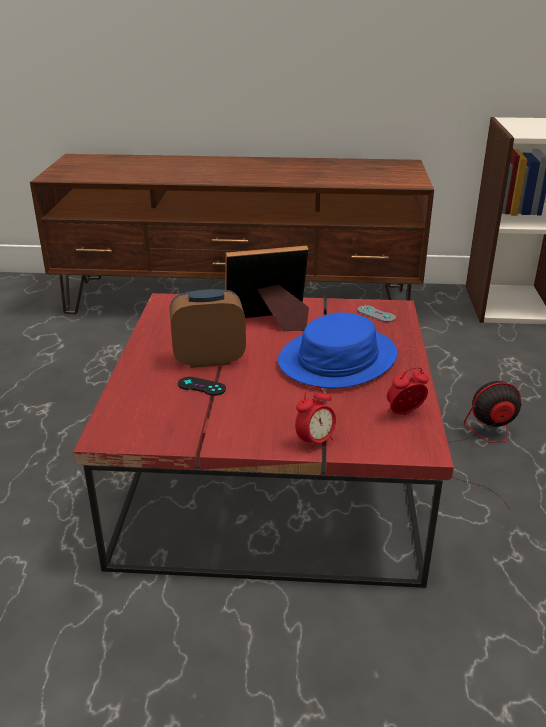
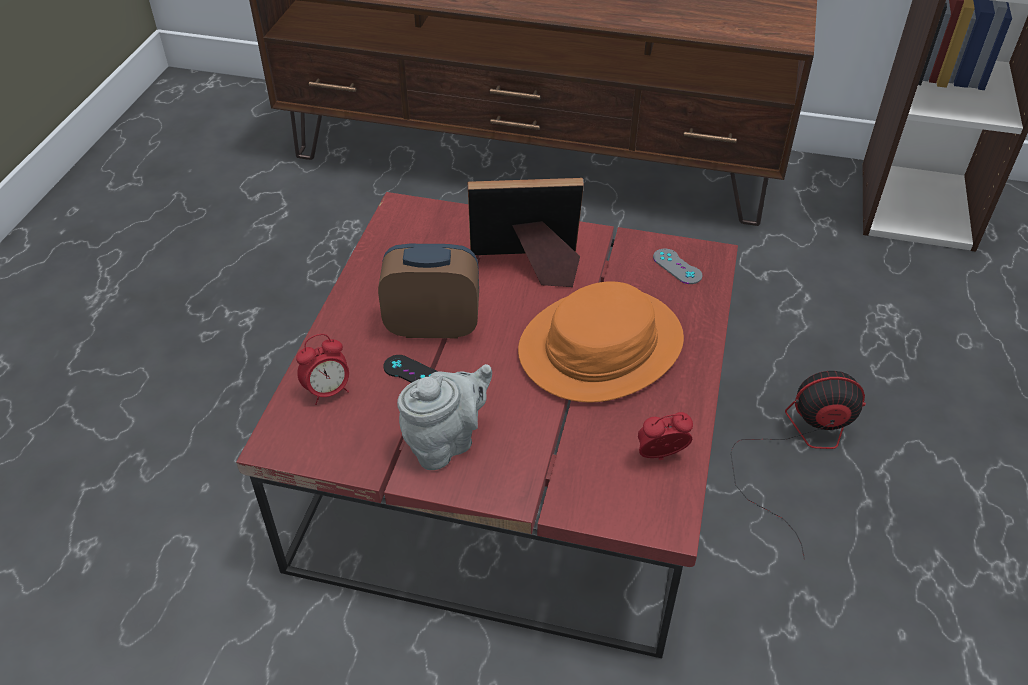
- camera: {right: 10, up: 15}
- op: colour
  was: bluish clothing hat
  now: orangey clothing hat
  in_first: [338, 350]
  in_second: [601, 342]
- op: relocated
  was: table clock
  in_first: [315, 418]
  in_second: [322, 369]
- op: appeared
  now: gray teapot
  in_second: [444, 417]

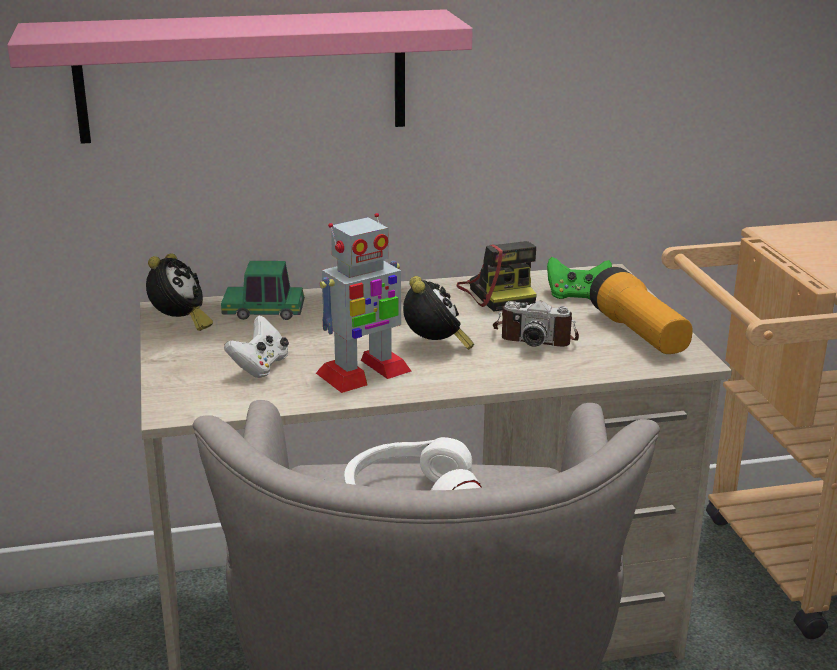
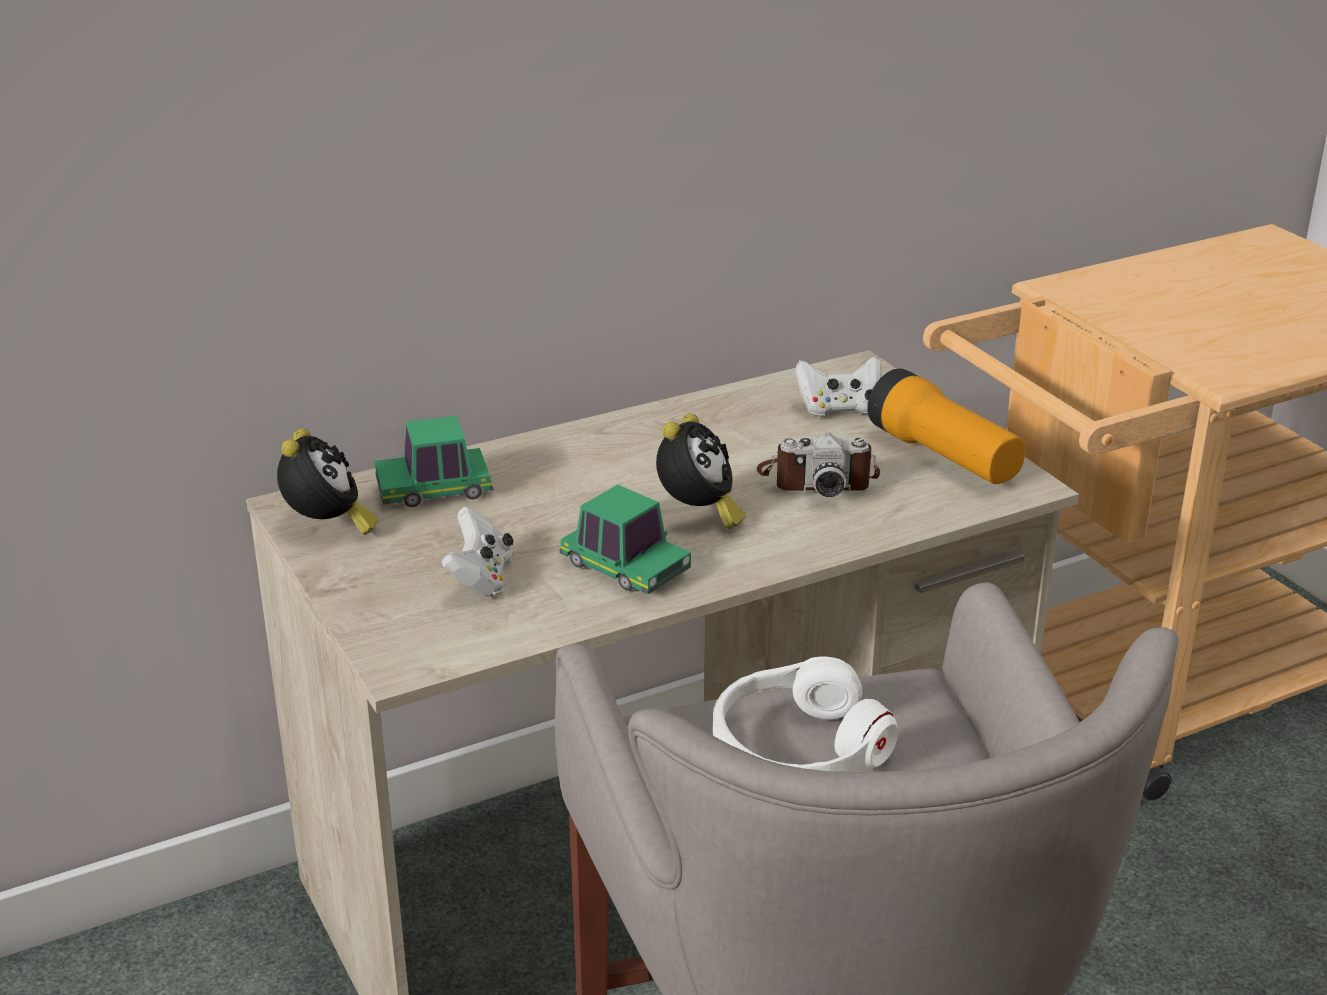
- camera: {right: -15, up: 5}
- op: missing
  was: pinkish bracket shelf
  in_first: [240, 76]
- op: exchanged
  was: model robot
  now: model car
  in_first: [364, 303]
  in_second: [625, 540]
- op: spun
  was: table clock
  in_first: [438, 313]
  in_second: [701, 471]
  clockwise: 45
- op: missing
  was: photo camera
  in_first: [496, 276]
- op: colour
  was: green-coloured game controller
  now: whitish game controller
  in_first: [579, 278]
  in_second: [839, 386]

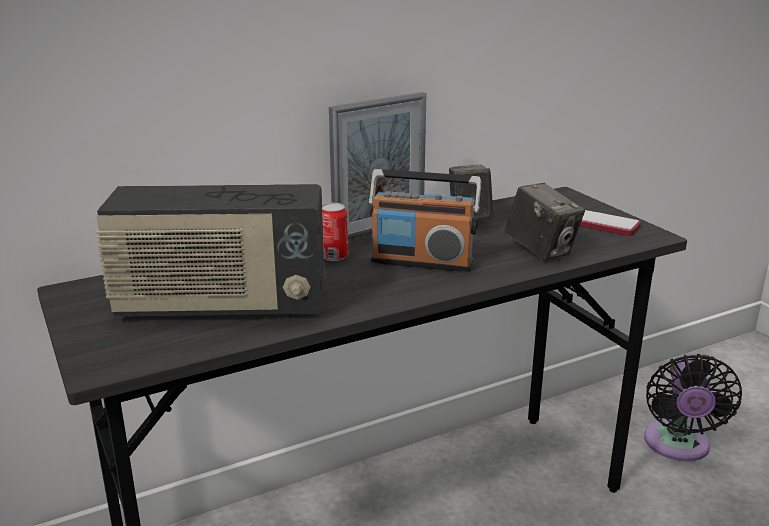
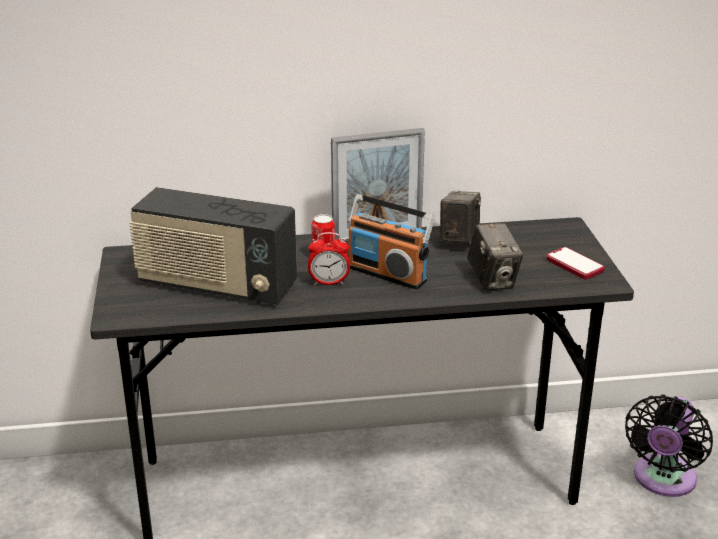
- camera: {right: 20, up: 5}
- op: appeared
  now: table clock
  in_second: [329, 258]

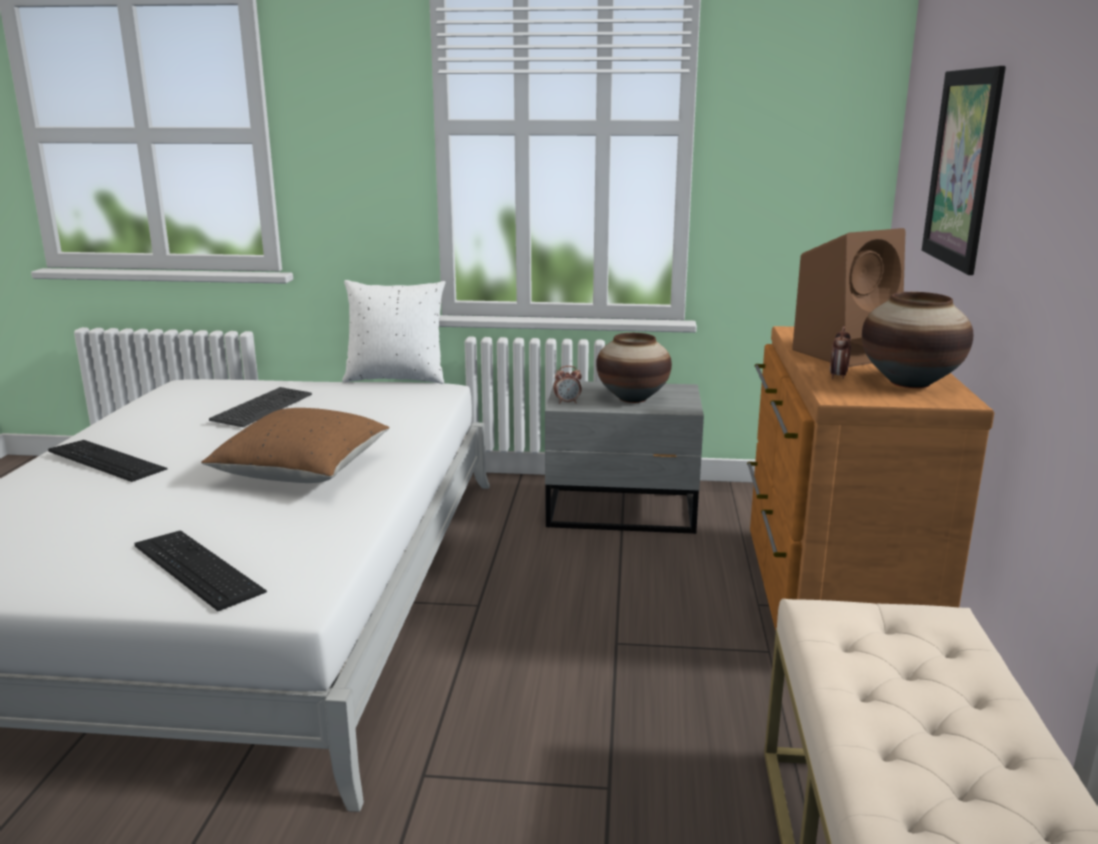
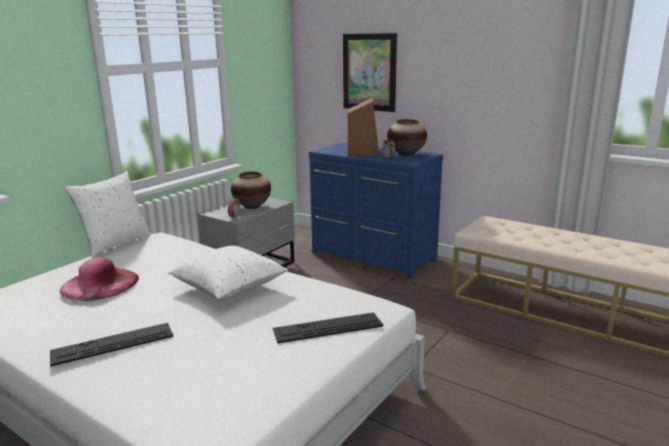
- camera: {right: -60, up: 0}
- op: colour
  was: brown pillow
  now: whitish pillow
  in_first: [295, 445]
  in_second: [228, 273]
- op: exchanged
  was: computer keyboard
  now: pinkish clothing hat
  in_first: [260, 407]
  in_second: [99, 279]
- op: colour
  was: brown drawer chest
  now: bluish drawer chest
  in_first: [871, 478]
  in_second: [376, 210]

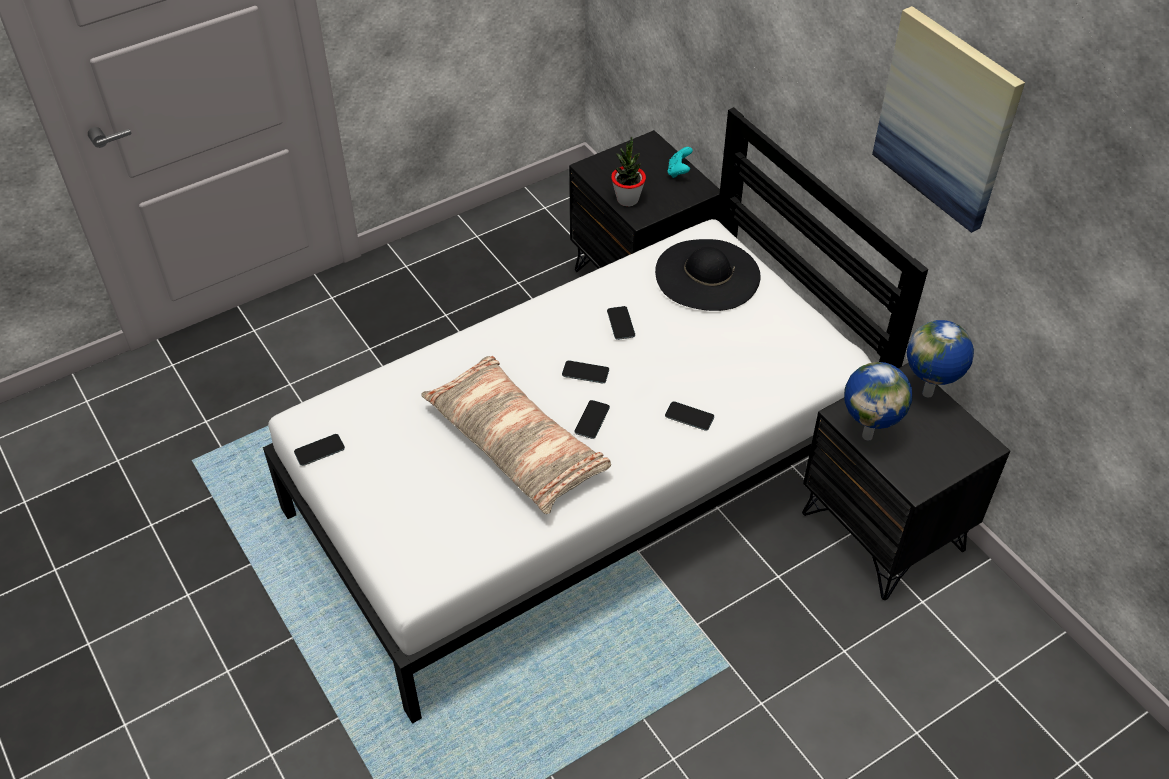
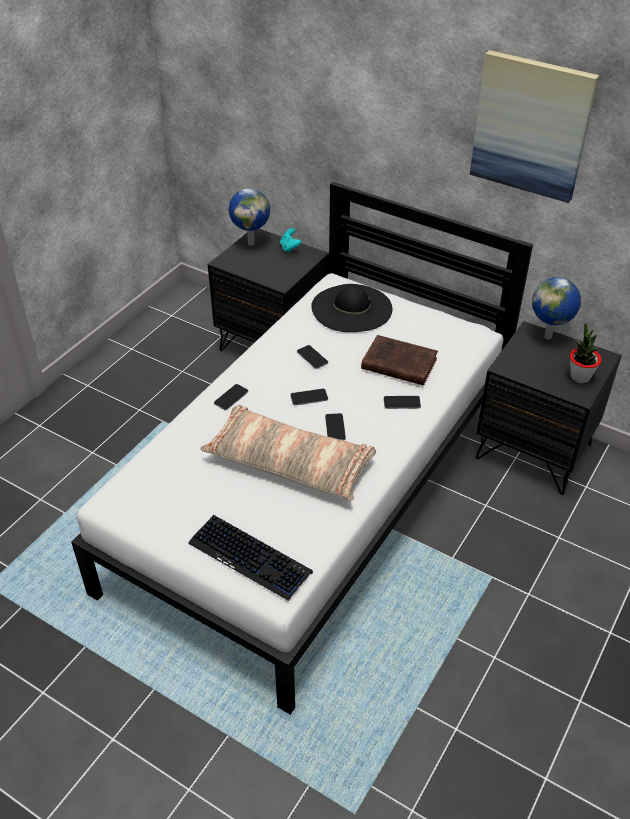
- camera: {right: -25, up: -5}
- op: relocated
  was: telephone
  in_first: [319, 450]
  in_second: [231, 397]
- op: relocated
  was: houseplant
  in_first: [628, 172]
  in_second: [586, 352]
- op: relocated
  was: desk globe
  in_first: [878, 401]
  in_second: [249, 217]
- op: appeared
  now: computer keyboard
  in_second: [250, 558]
- op: appeared
  now: brown volume
  in_second: [399, 360]

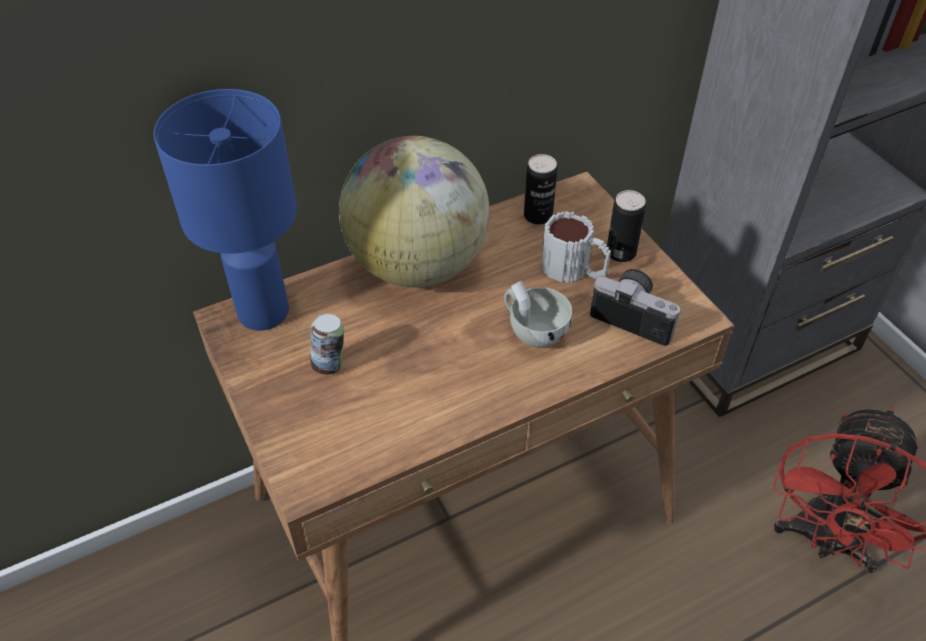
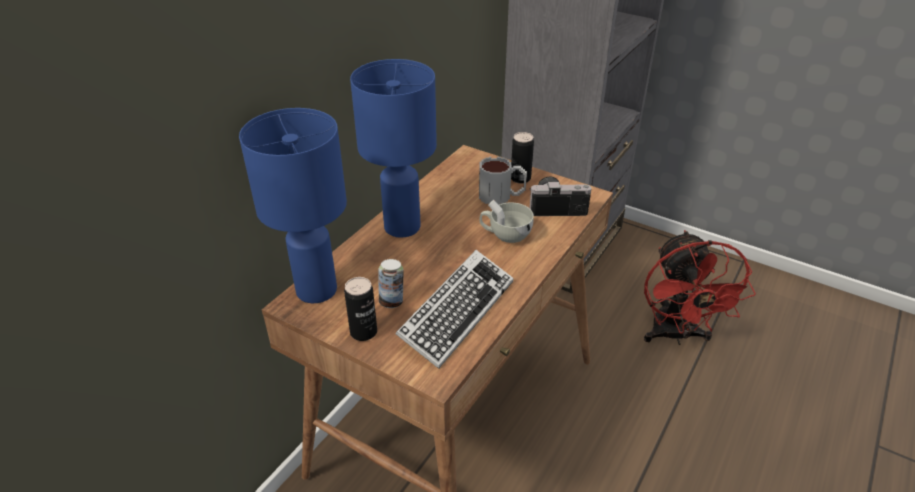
- camera: {right: -30, up: -10}
- op: exchanged
  was: desk globe
  now: bluish lamp for a table
  in_first: [414, 211]
  in_second: [393, 148]
- op: relocated
  was: metal can
  in_first: [540, 189]
  in_second: [360, 309]
- op: appeared
  now: computer keyboard
  in_second: [455, 309]

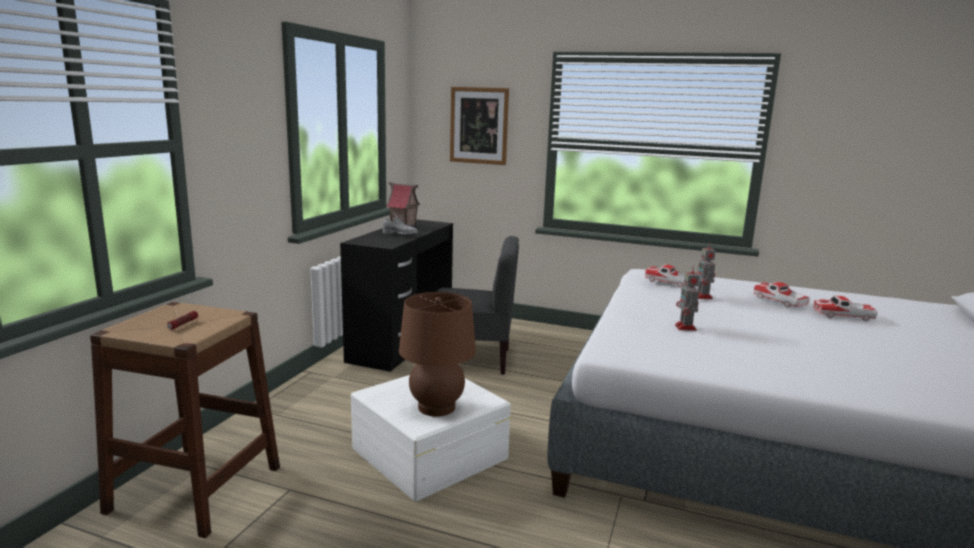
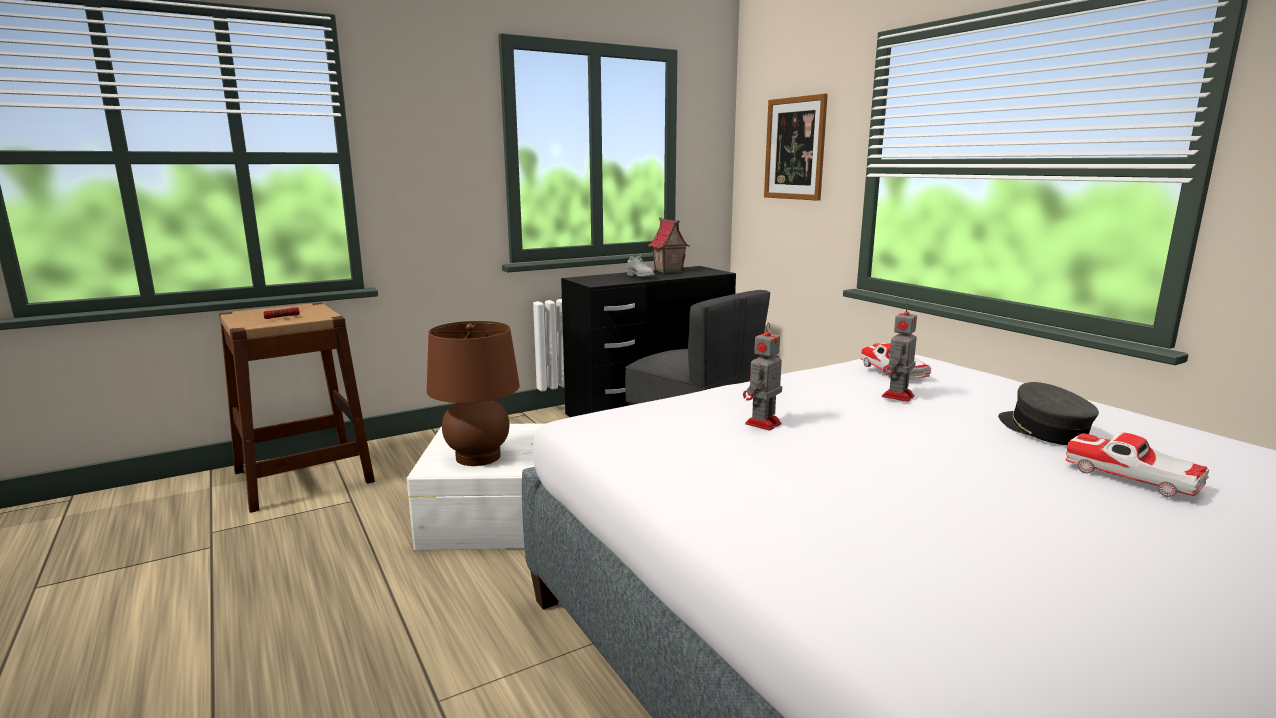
- camera: {right: 40, up: 0}
- op: exchanged
  was: model car
  now: gray peaked cap
  in_first: [781, 295]
  in_second: [1048, 413]

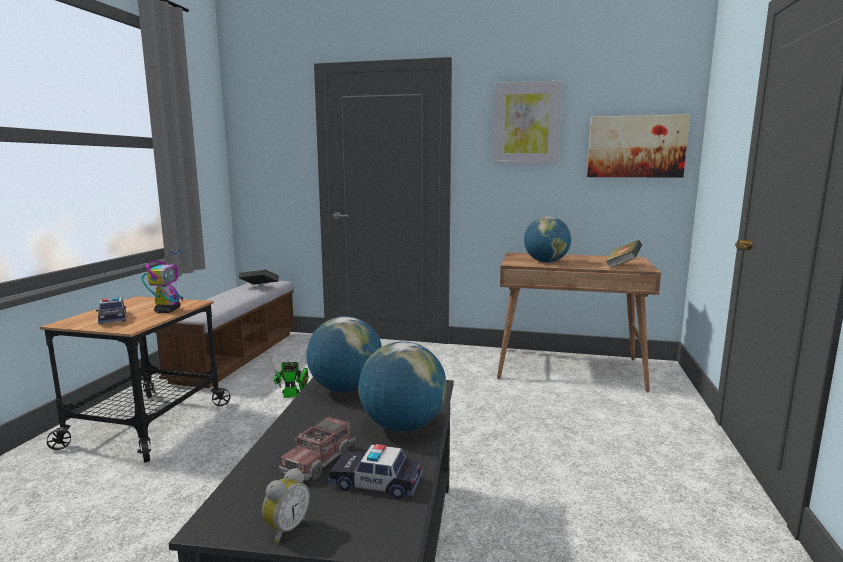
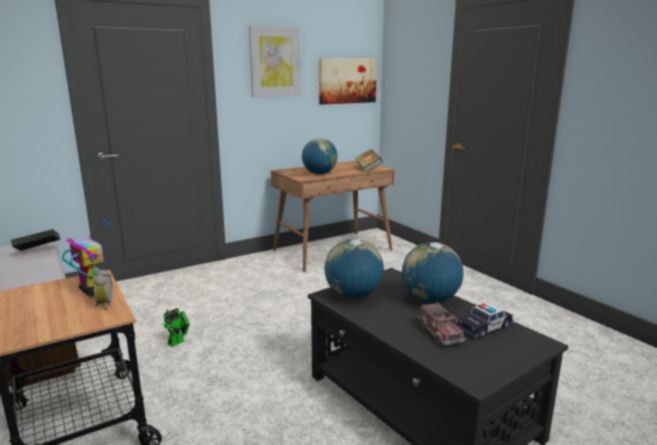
- camera: {right: -45, up: 5}
- op: missing
  was: model car
  in_first: [111, 310]
- op: relocated
  was: table clock
  in_first: [286, 505]
  in_second: [103, 290]

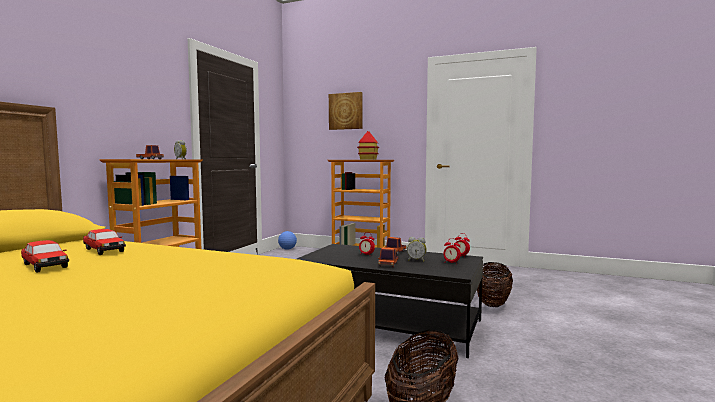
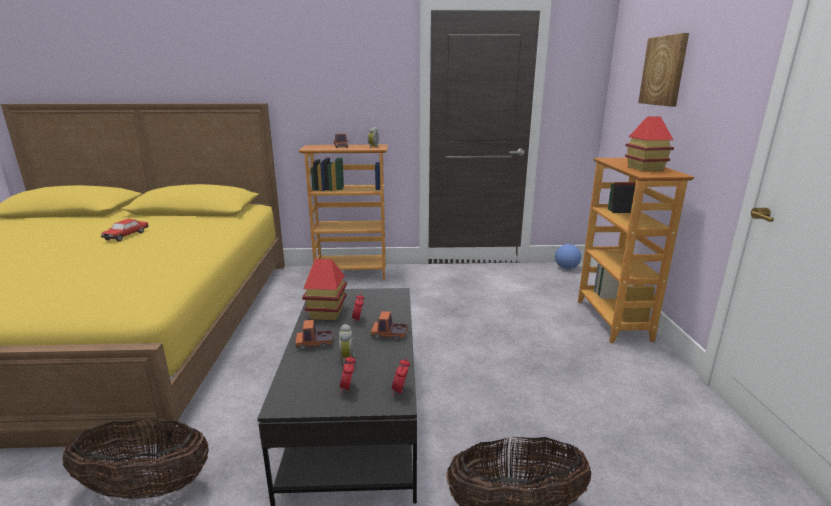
- camera: {right: 65, up: 15}
- op: missing
  was: model car
  in_first: [104, 242]
- op: appeared
  now: model house
  in_second: [324, 289]

